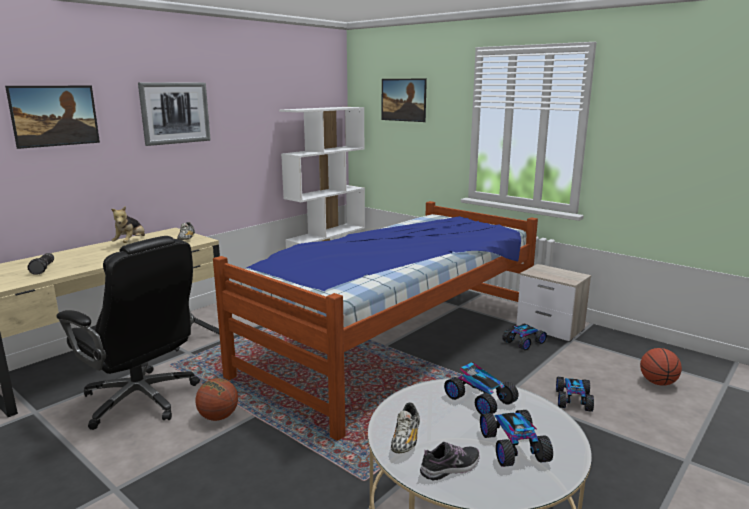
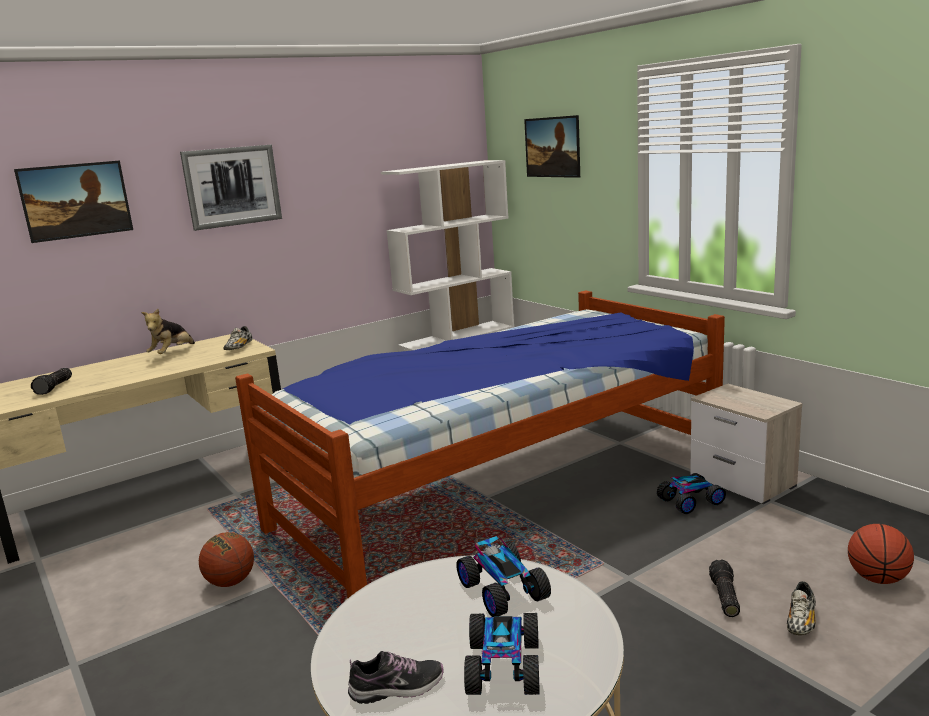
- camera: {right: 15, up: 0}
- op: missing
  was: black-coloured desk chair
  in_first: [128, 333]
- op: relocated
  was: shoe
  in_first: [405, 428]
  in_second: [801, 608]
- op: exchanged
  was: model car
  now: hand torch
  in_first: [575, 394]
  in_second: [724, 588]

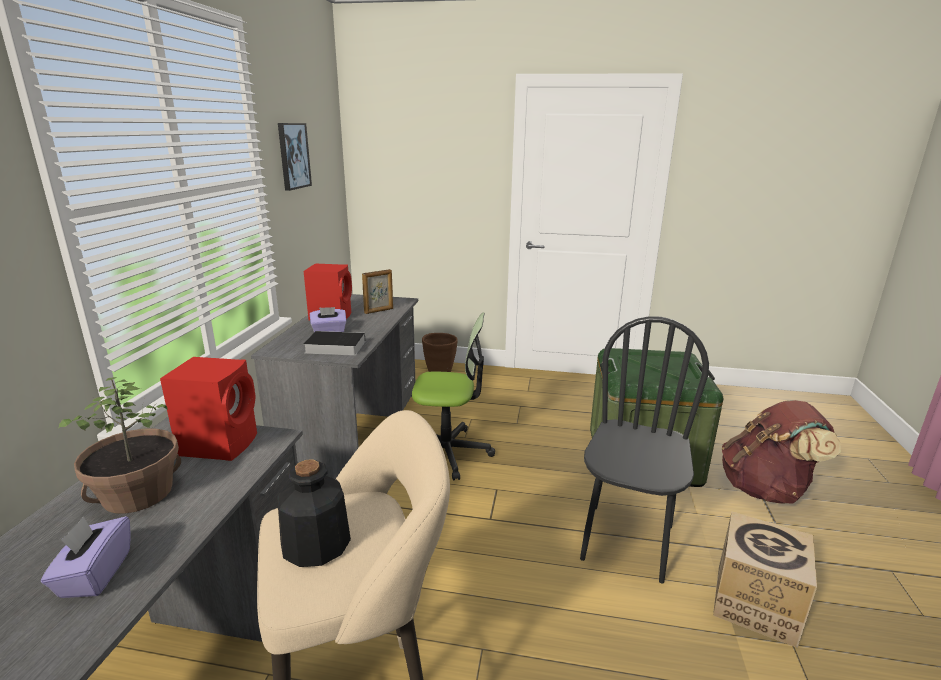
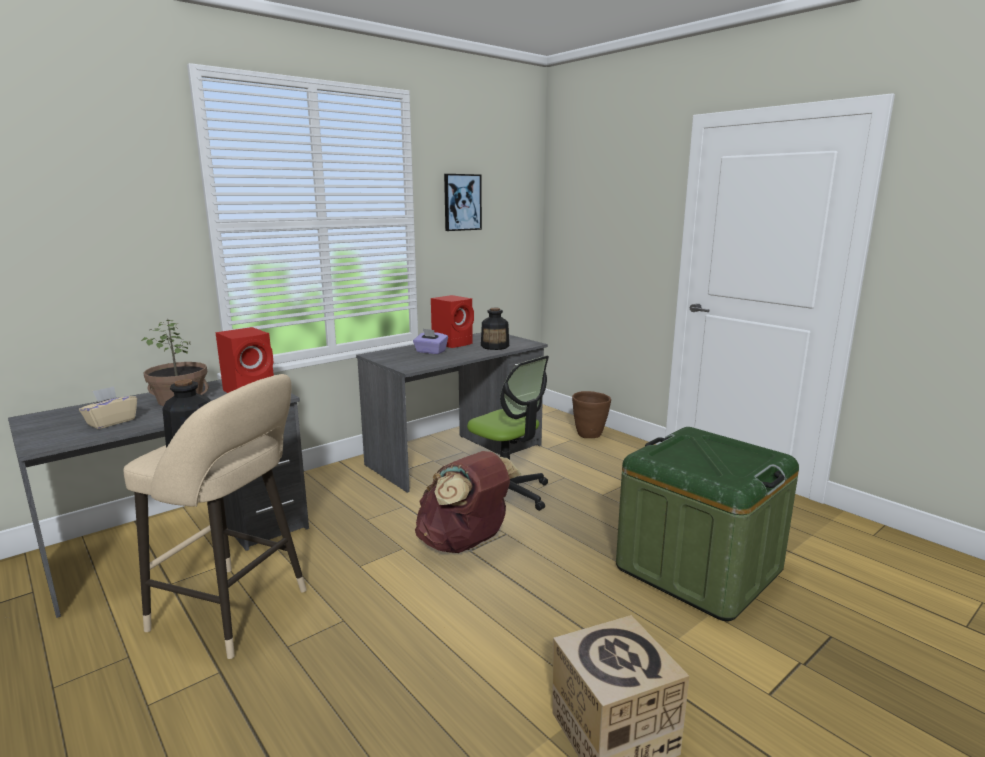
- camera: {right: 40, up: -5}
- op: colour
  was: purple box of tissues
  now: beige-coloured box of tissues
  in_first: [86, 557]
  in_second: [108, 407]
- op: missing
  was: volume
  in_first: [334, 343]
- op: exchanged
  was: picture frame
  now: bottle
  in_first: [377, 291]
  in_second: [495, 329]
- op: missing
  was: black-coloured plain chair
  in_first: [644, 450]
- op: relocated
  was: brown knapsack
  in_first: [781, 452]
  in_second: [468, 502]

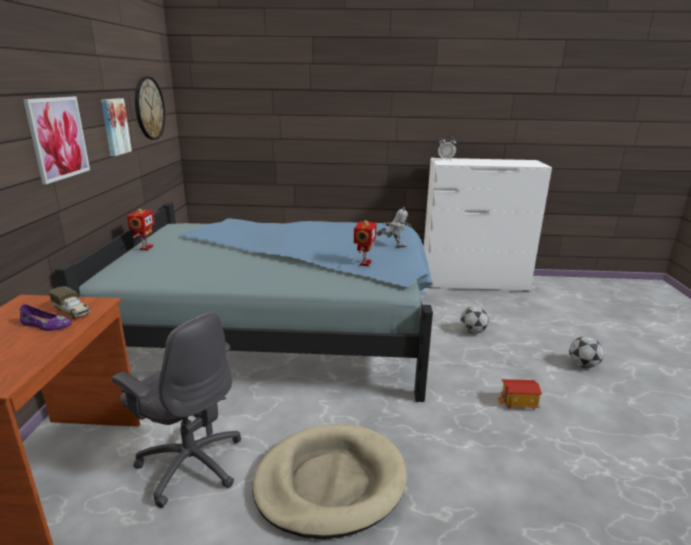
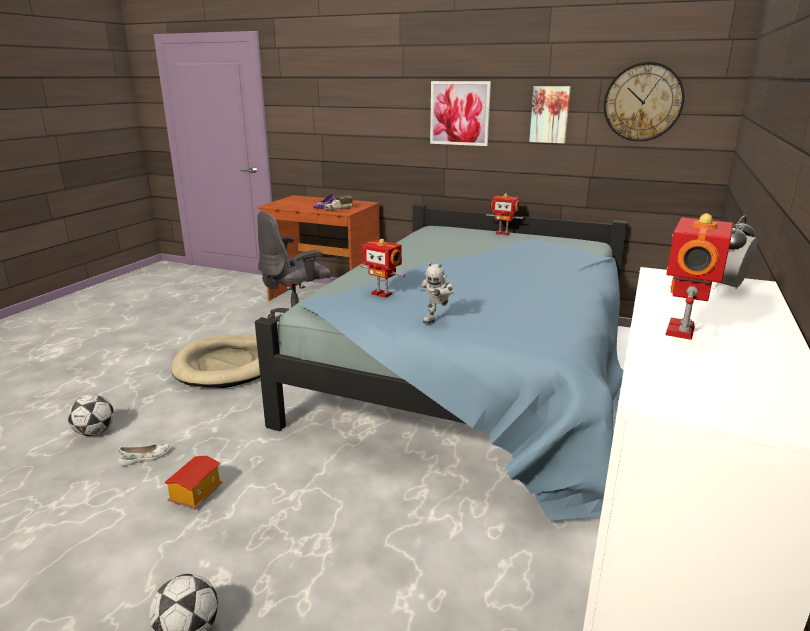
- camera: {right: 110, up: 0}
- op: relocated
  was: football
  in_first: [474, 320]
  in_second: [91, 415]
- op: appeared
  now: whitish shoe
  in_second: [144, 455]
- op: appeared
  now: model robot
  in_second: [699, 277]

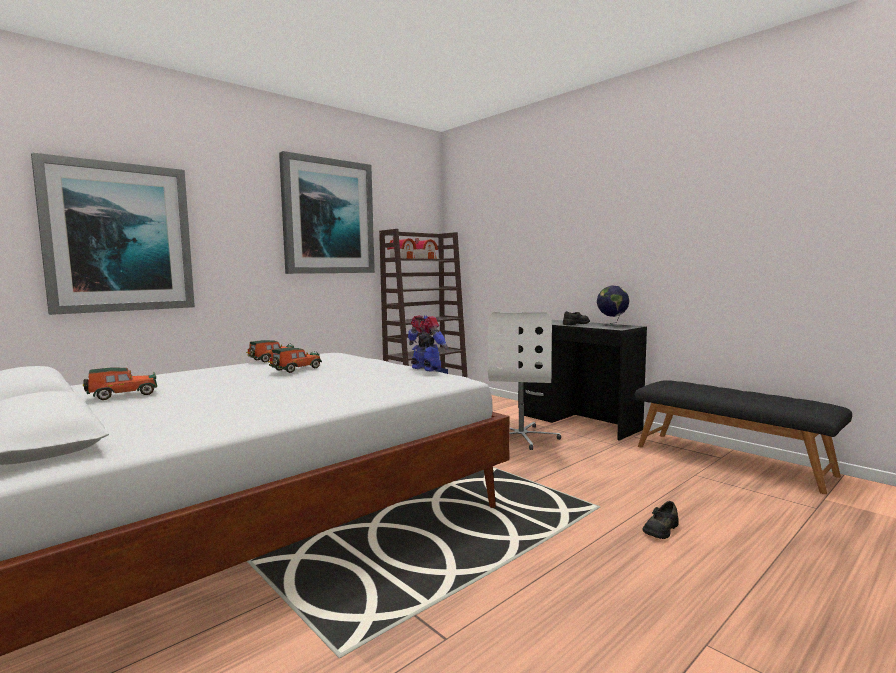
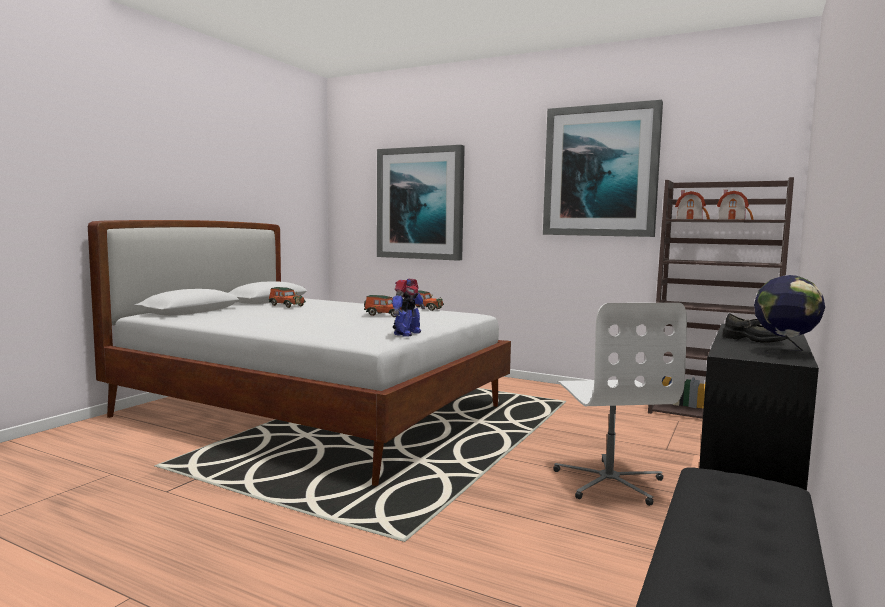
- camera: {right: 70, up: 0}
- op: spun
  was: whitish desk chair
  in_first: [524, 381]
  in_second: [620, 404]
  clockwise: -90
- op: missing
  was: black-coloured shoe
  in_first: [661, 520]

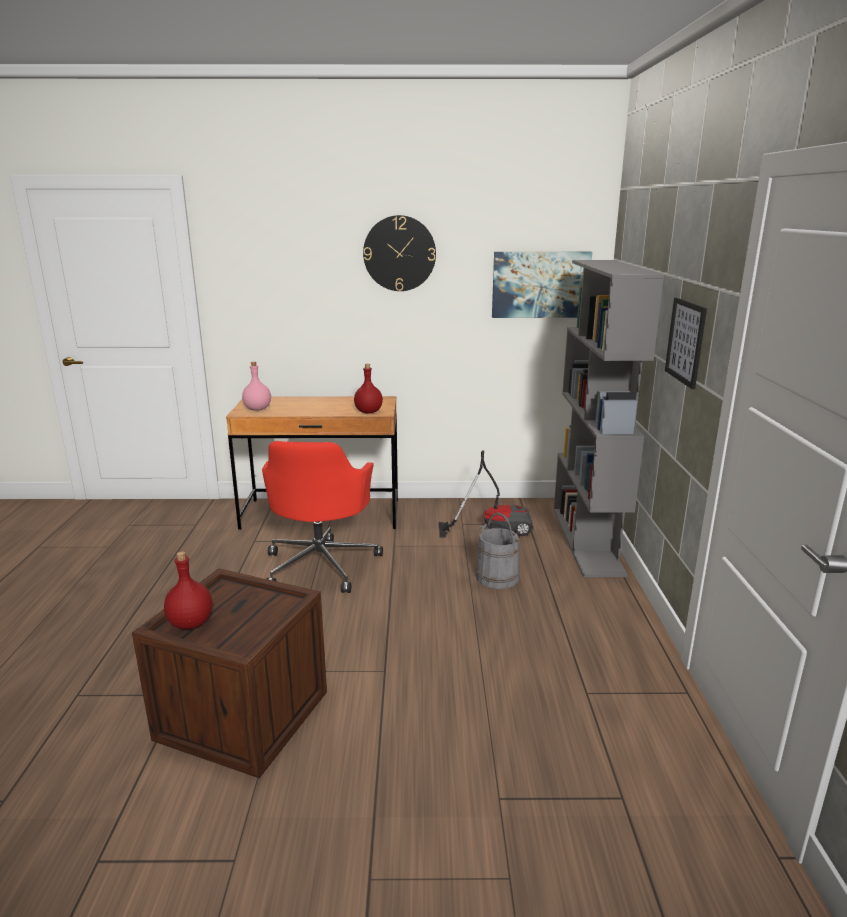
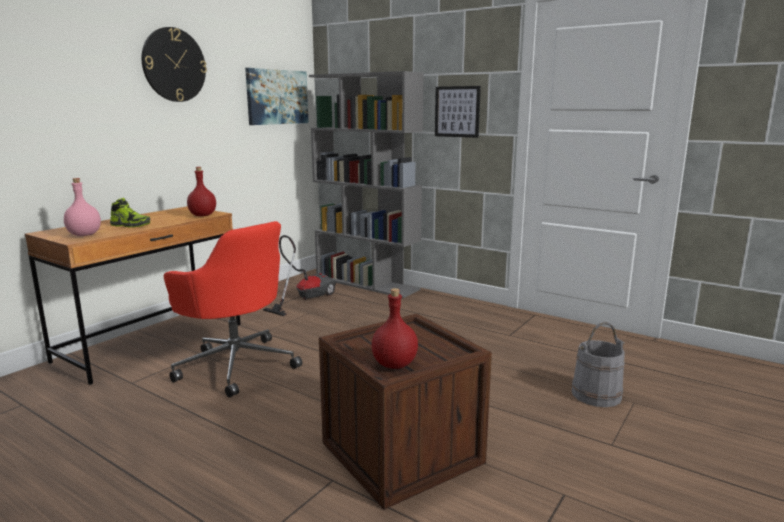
- camera: {right: -55, up: -5}
- op: relocated
  was: gray water bucket
  in_first: [498, 551]
  in_second: [598, 364]
- op: appeared
  now: shoe
  in_second: [130, 213]

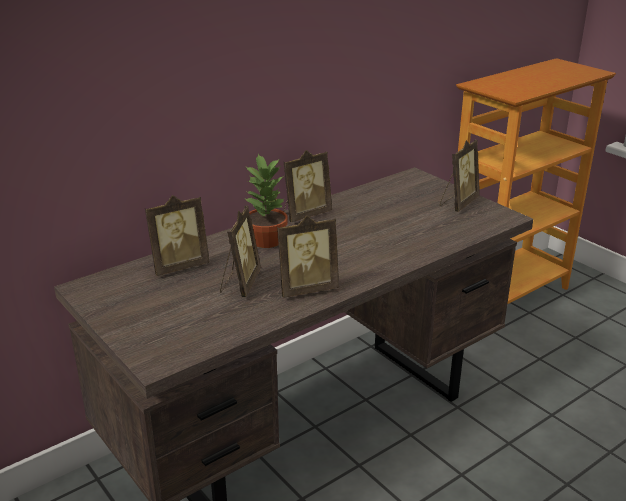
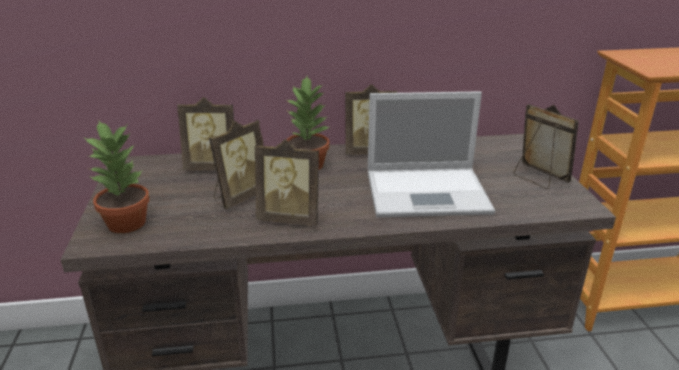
- camera: {right: 30, up: 0}
- op: spun
  was: picture frame
  in_first: [459, 176]
  in_second: [546, 146]
  clockwise: -105
- op: appeared
  now: houseplant
  in_second: [117, 177]
- op: appeared
  now: laptop
  in_second: [431, 154]

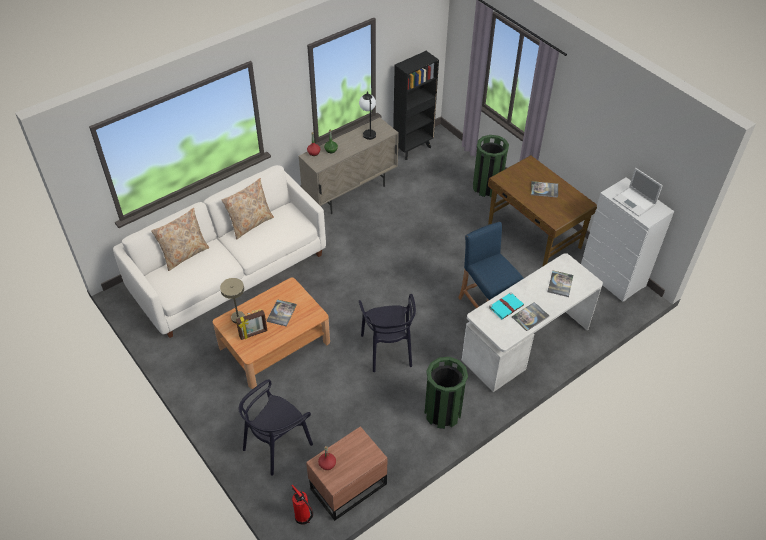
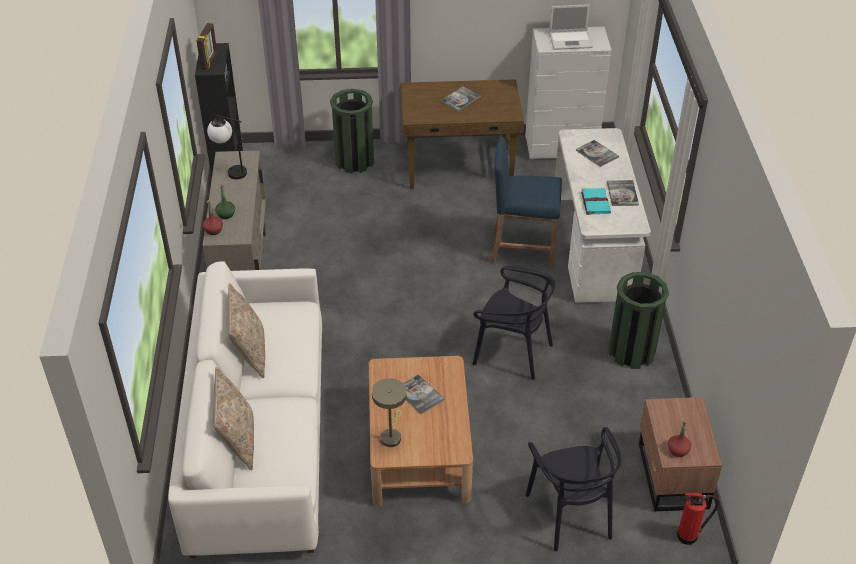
- camera: {right: -55, up: -5}
- op: relocated
  was: picture frame
  in_first: [251, 325]
  in_second: [207, 46]

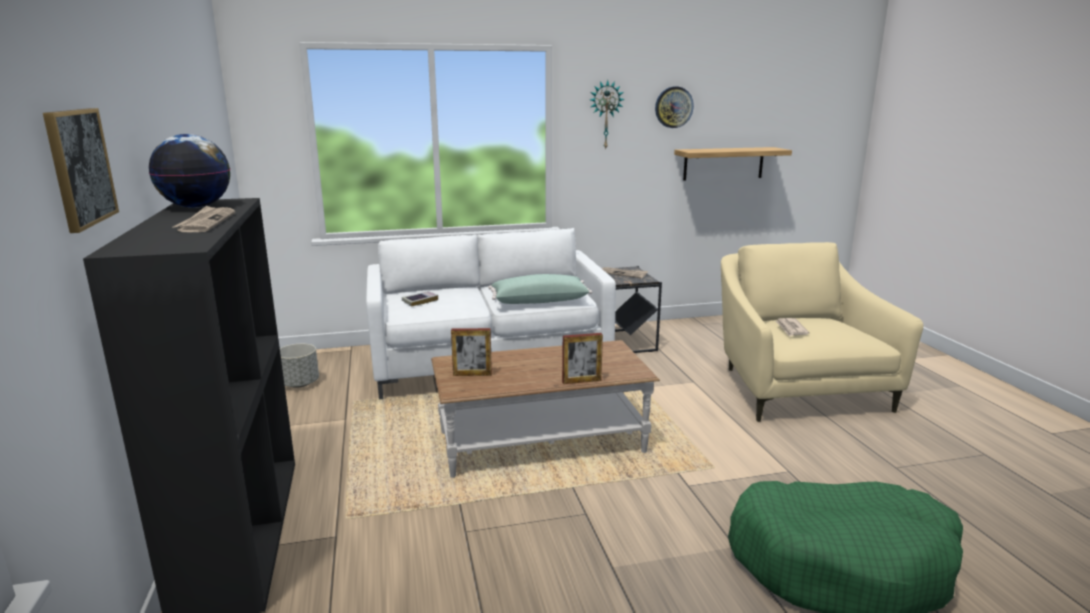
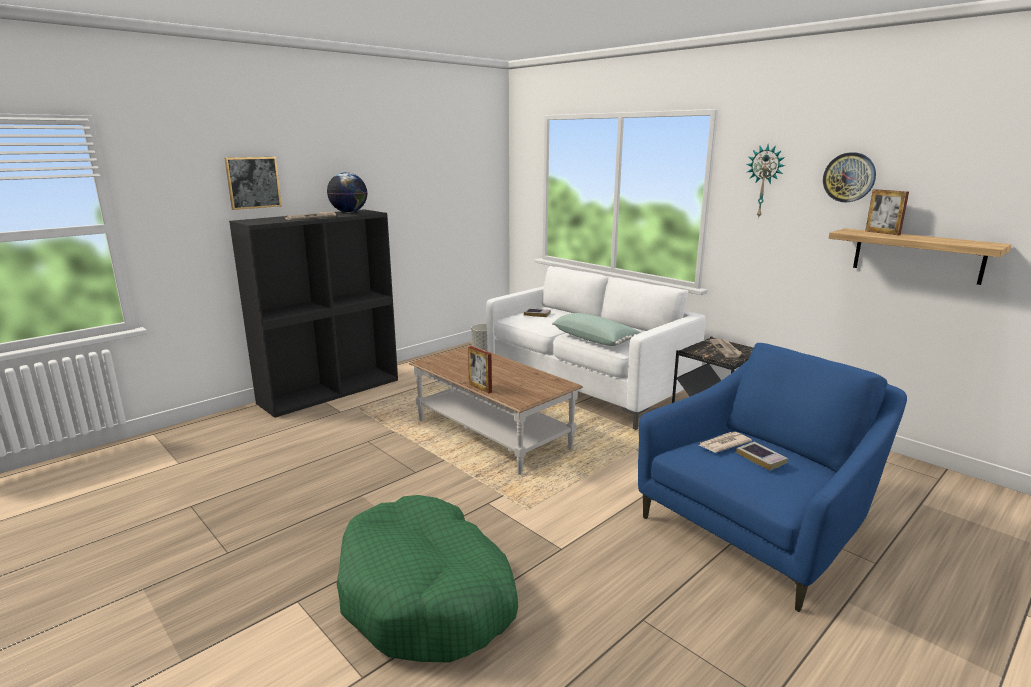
- camera: {right: 60, up: 0}
- op: relocated
  was: picture frame
  in_first: [471, 352]
  in_second: [887, 212]
- op: colour
  was: beige-coloured lounge chair
  now: bluish lounge chair
  in_first: [822, 332]
  in_second: [772, 477]
- op: appeared
  now: volume
  in_second: [762, 456]

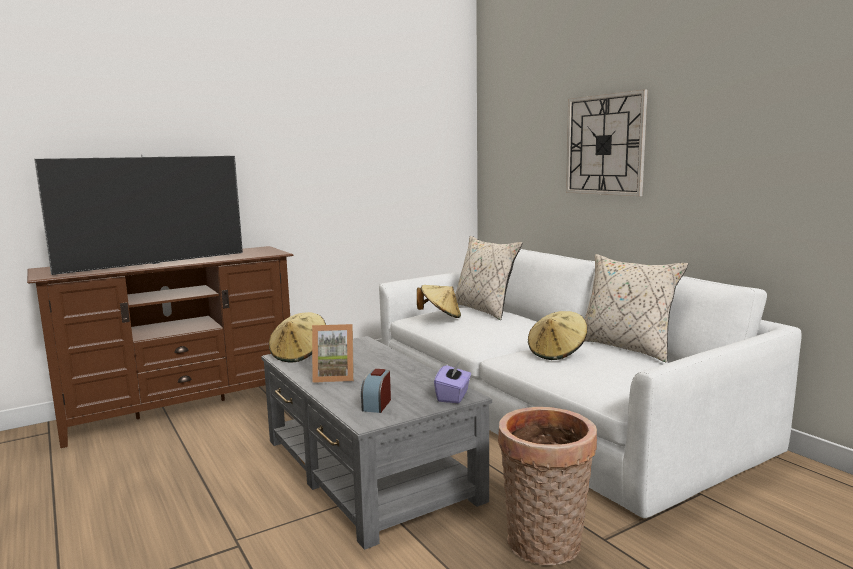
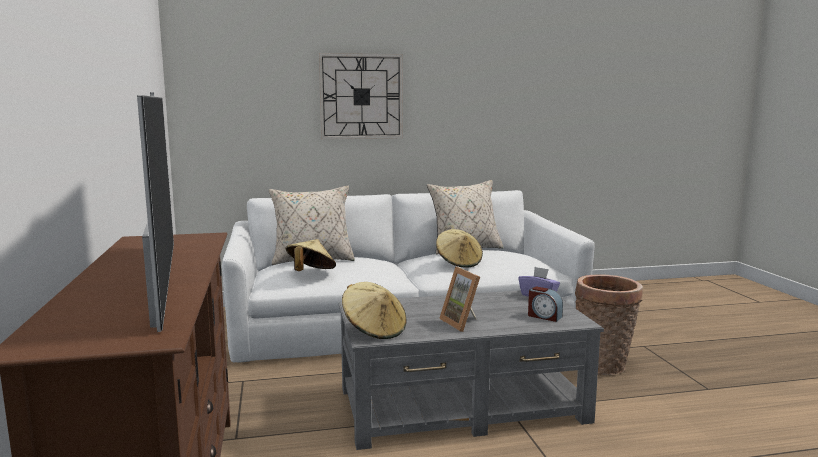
- camera: {right: -70, up: 0}
- op: spun
  was: picture frame
  in_first: [333, 353]
  in_second: [459, 299]
  clockwise: 135

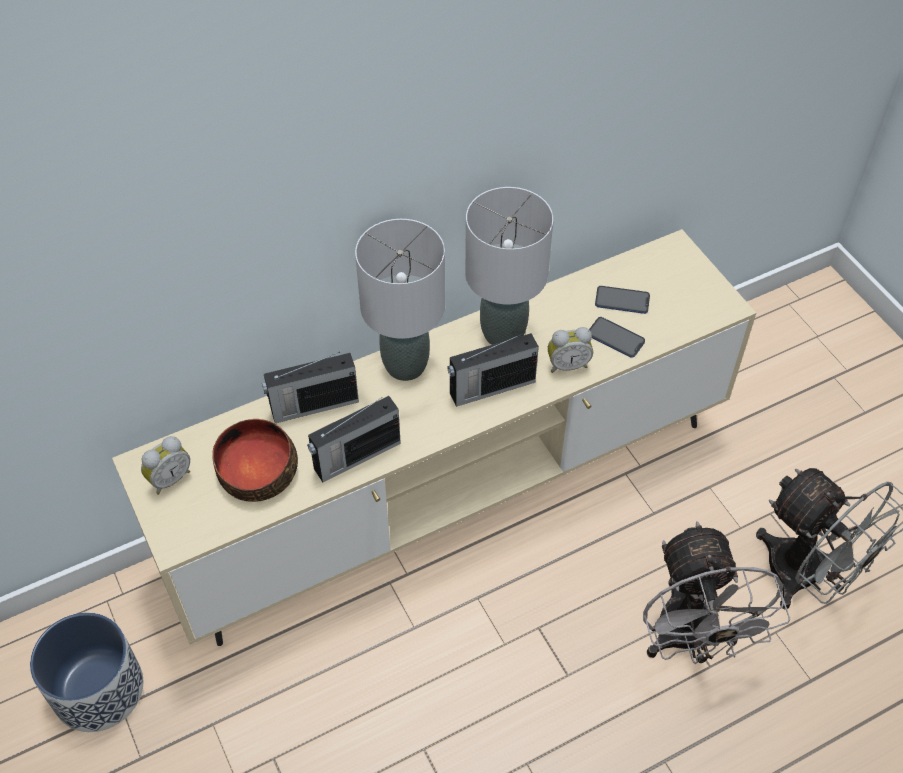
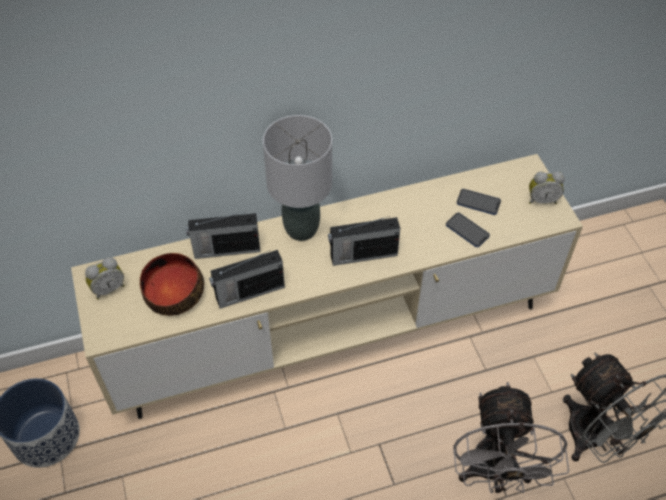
- camera: {right: 10, up: 0}
- op: missing
  was: gray lamp for a table
  in_first: [509, 266]
- op: relocated
  was: table clock
  in_first: [570, 350]
  in_second: [547, 187]

